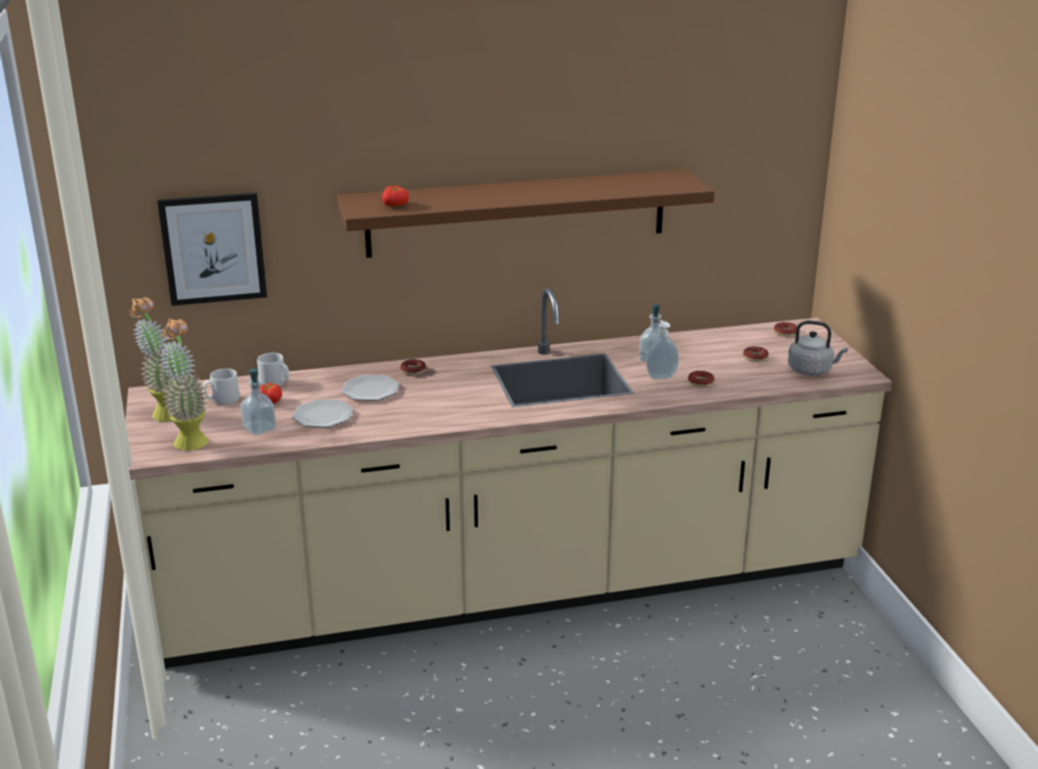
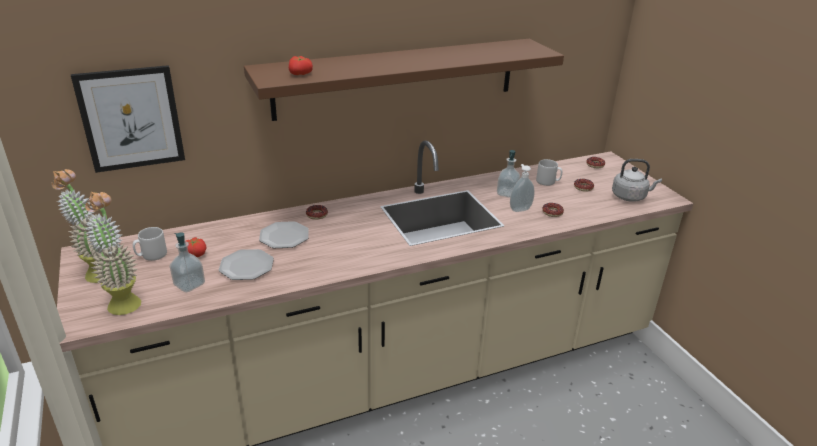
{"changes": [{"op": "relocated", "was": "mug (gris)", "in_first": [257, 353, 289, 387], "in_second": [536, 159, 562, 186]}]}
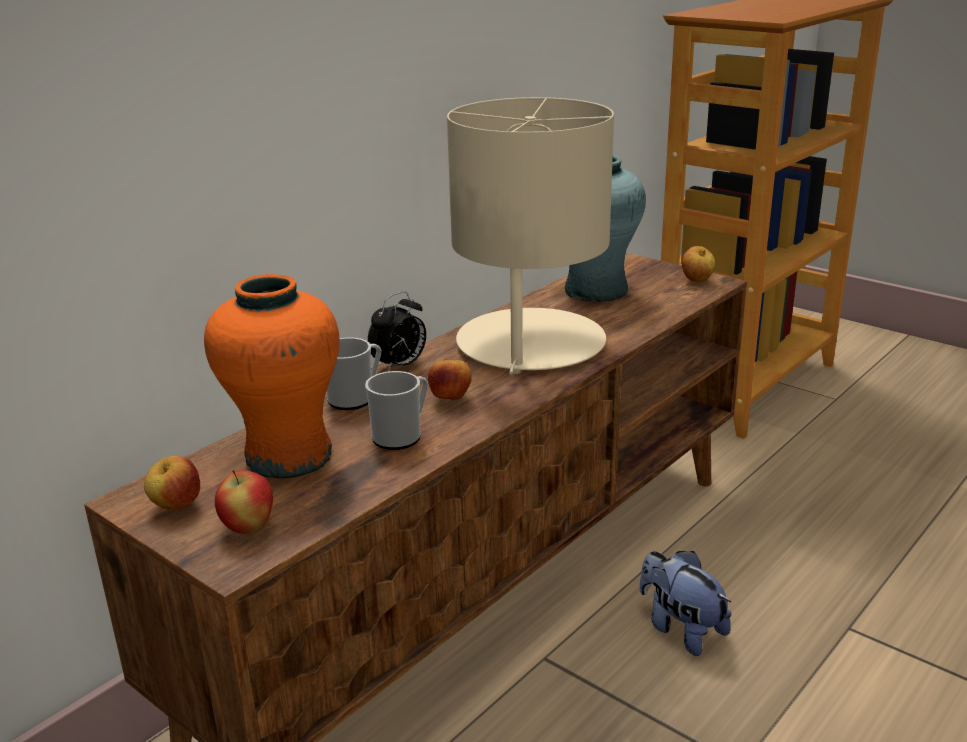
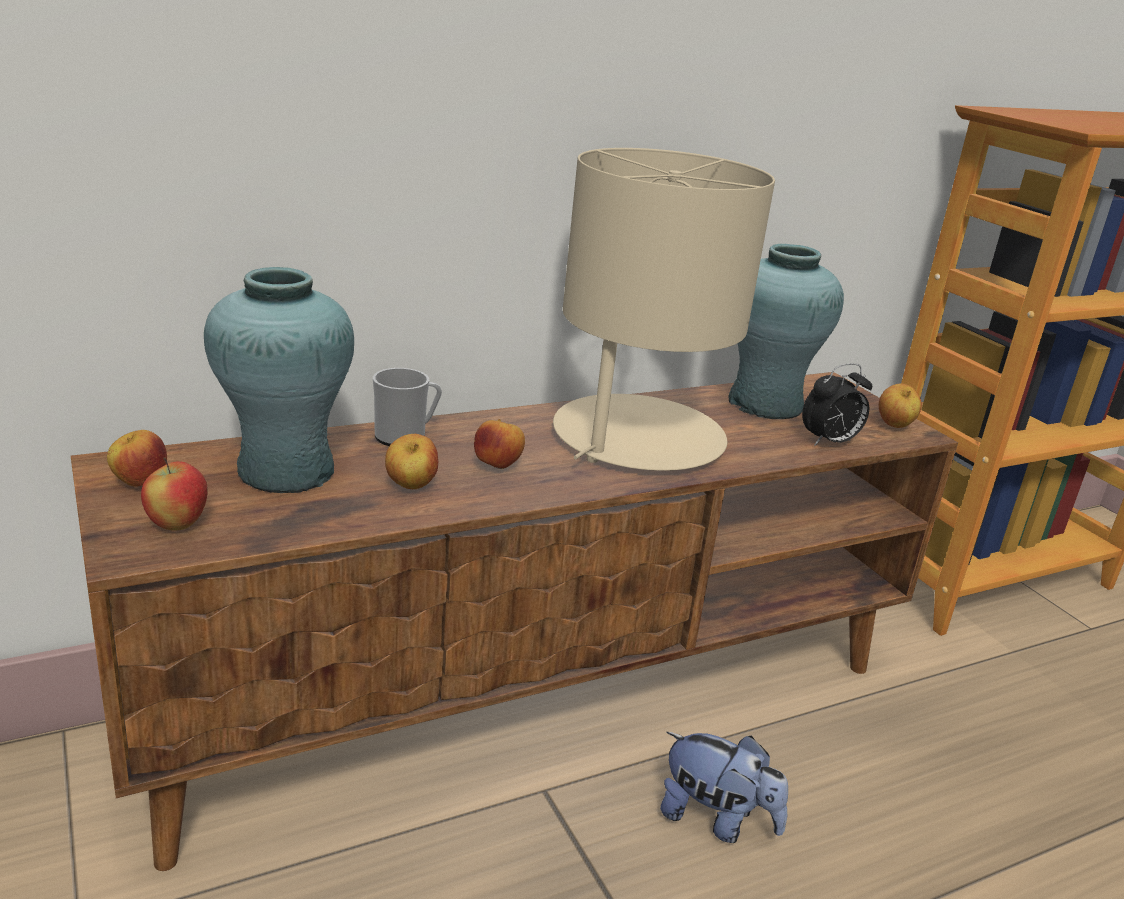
{"changes": [{"op": "colour", "was": "vase (orange)", "now": "vase (turquoise)", "in_first": [204, 274, 340, 478], "in_second": [204, 267, 354, 493]}, {"op": "exchanged", "was": "mug", "now": "pomme", "in_first": [365, 371, 428, 450], "in_second": [385, 434, 438, 489]}, {"op": "relocated", "was": "réveil", "in_first": [368, 291, 426, 372], "in_second": [802, 363, 872, 446]}, {"op": "spun", "was": "peluche", "in_first": [640, 551, 731, 656], "in_second": [660, 732, 788, 843], "clockwise": 135}]}
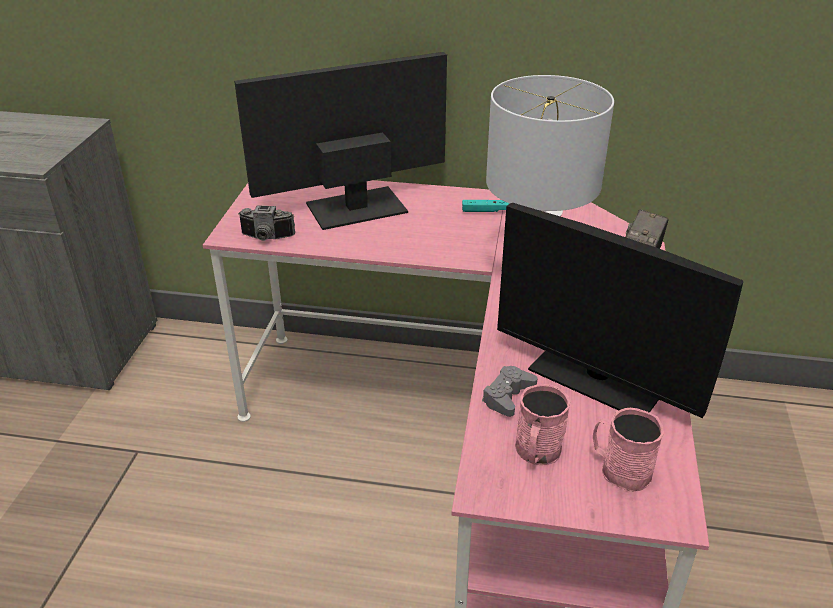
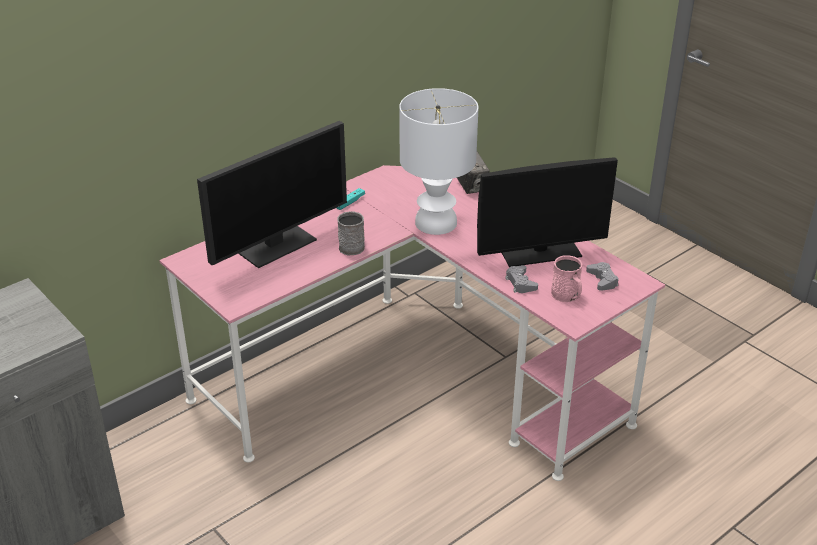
{"changes": [{"op": "spun", "was": "écran d'ordinateur", "in_first": [234, 52, 447, 230], "in_second": [197, 121, 347, 268], "clockwise": -150}, {"op": "missing", "was": "appareil photo", "in_first": [238, 205, 295, 241]}, {"op": "exchanged", "was": "mug (rose)", "now": "manette (gris)", "in_first": [593, 408, 664, 492], "in_second": [586, 262, 619, 291]}, {"op": "appeared", "now": "mug (gris)", "in_second": [337, 211, 365, 255]}]}
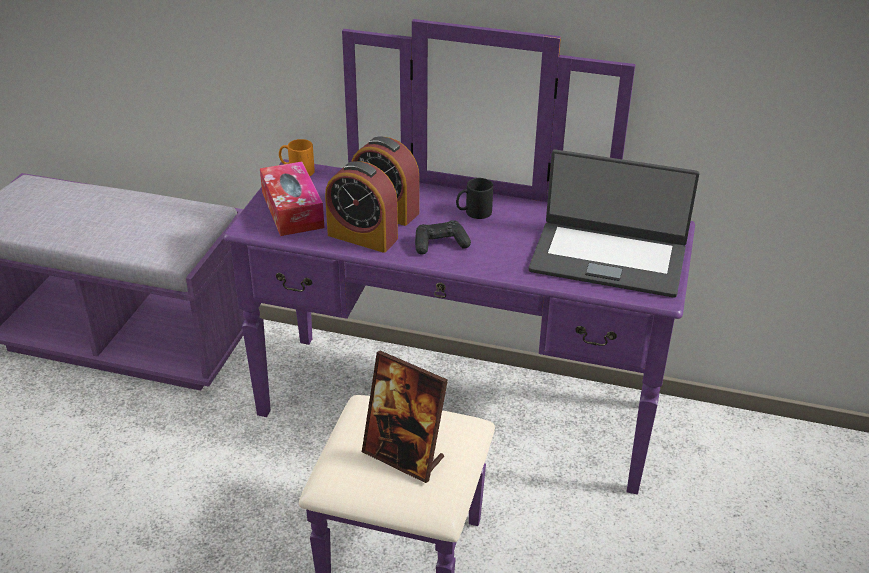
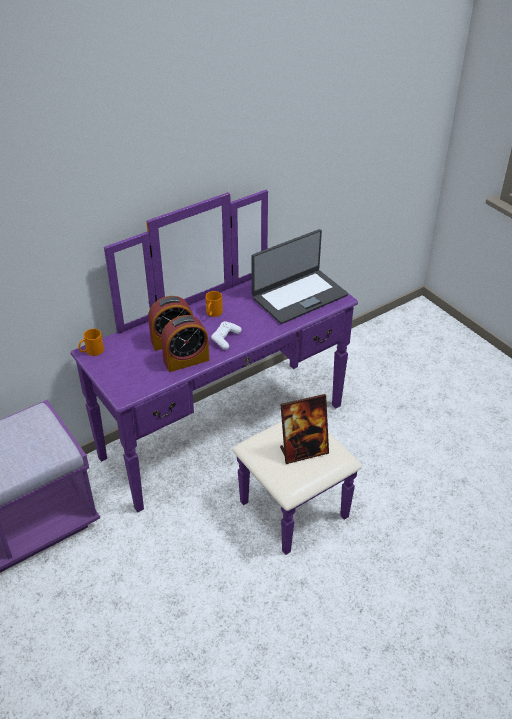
{"changes": [{"op": "missing", "was": "boîte à mouchoirs", "in_first": [260, 162, 324, 236]}, {"op": "colour", "was": "manette (noir)", "now": "manette (blanc)", "in_first": [415, 220, 471, 255], "in_second": [211, 321, 241, 350]}, {"op": "colour", "was": "mug (noir)", "now": "mug (orange)", "in_first": [456, 178, 493, 219], "in_second": [206, 291, 223, 317]}]}
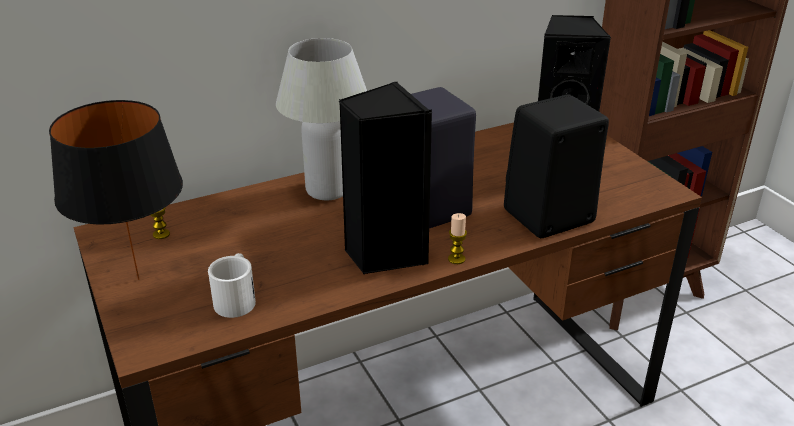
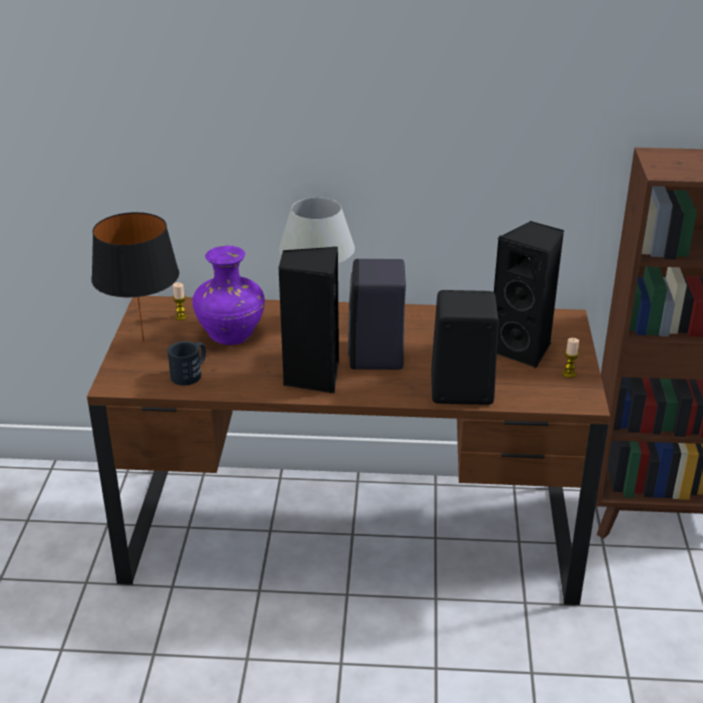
{"changes": [{"op": "colour", "was": "mug (blanc)", "now": "mug (noir)", "in_first": [208, 253, 256, 318], "in_second": [168, 341, 206, 386]}, {"op": "relocated", "was": "bougie", "in_first": [448, 213, 467, 264], "in_second": [562, 338, 579, 378]}, {"op": "appeared", "now": "vase (violet)", "in_second": [192, 245, 265, 345]}]}
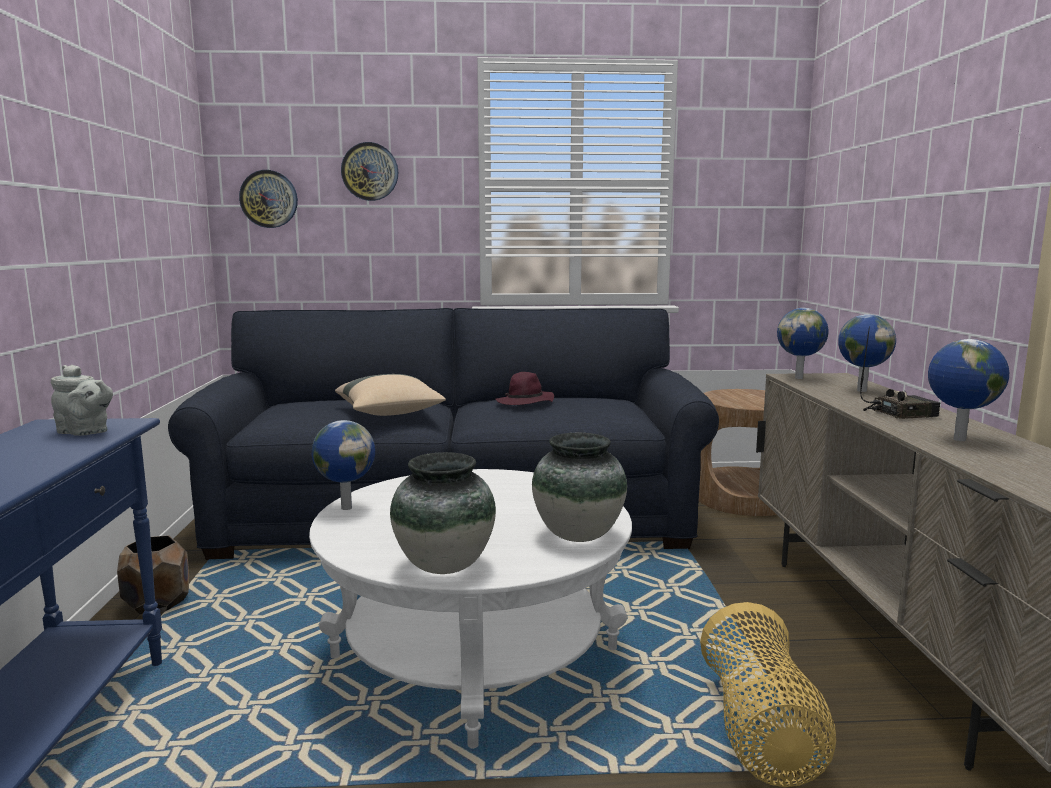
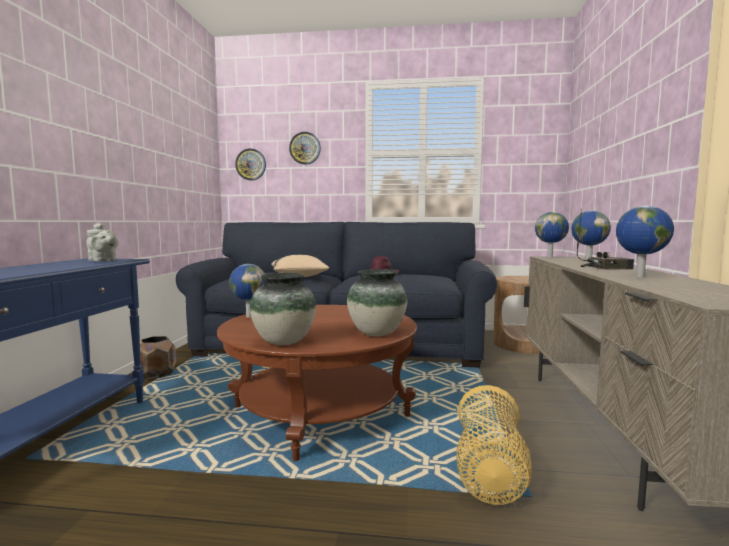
{"changes": [{"op": "colour", "was": "table basse (blanc)", "now": "table basse (marron)", "in_first": [309, 469, 632, 749], "in_second": [217, 305, 417, 461]}]}
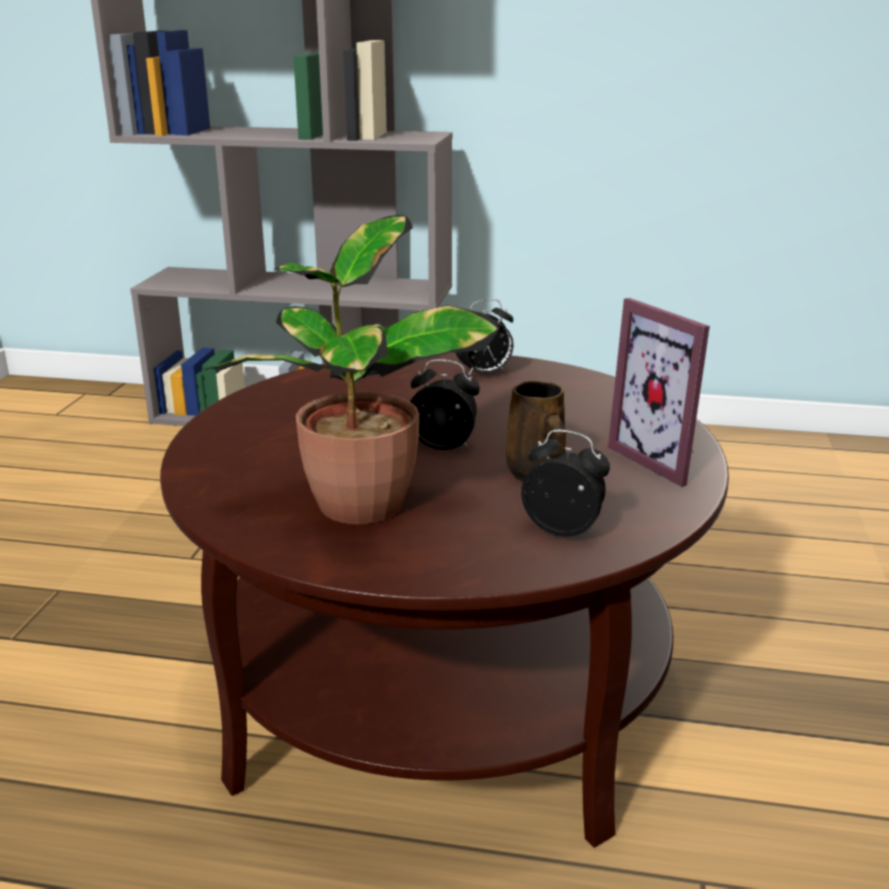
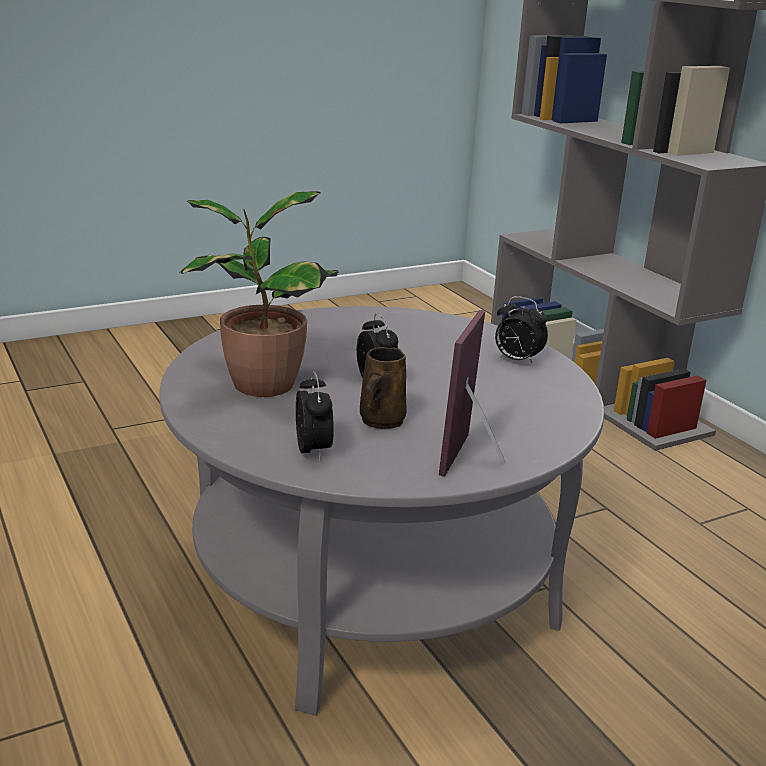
{"changes": [{"op": "colour", "was": "table basse (marron)", "now": "table basse (gris)", "in_first": [160, 352, 729, 848], "in_second": [159, 306, 605, 716]}]}
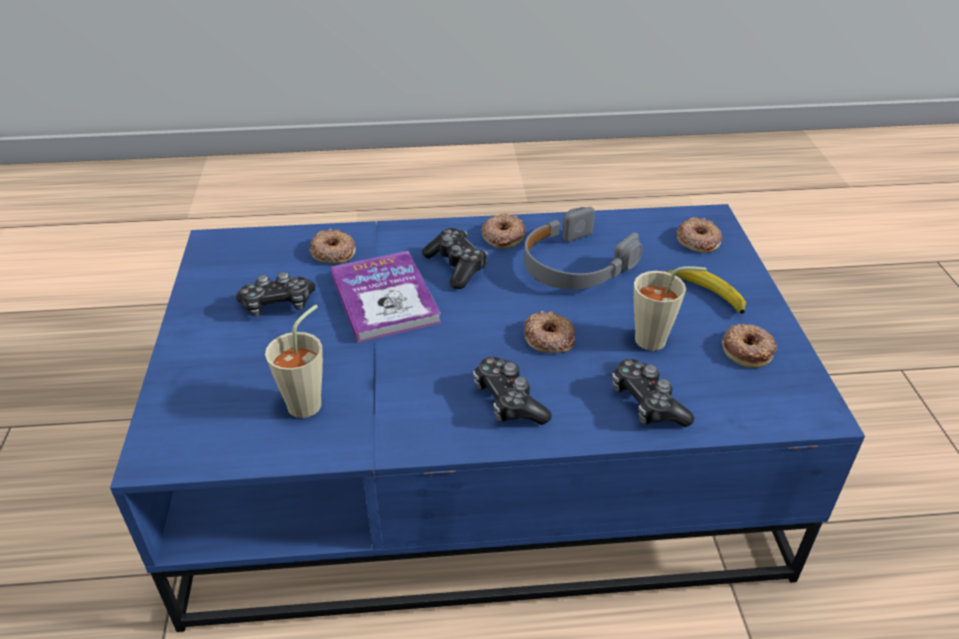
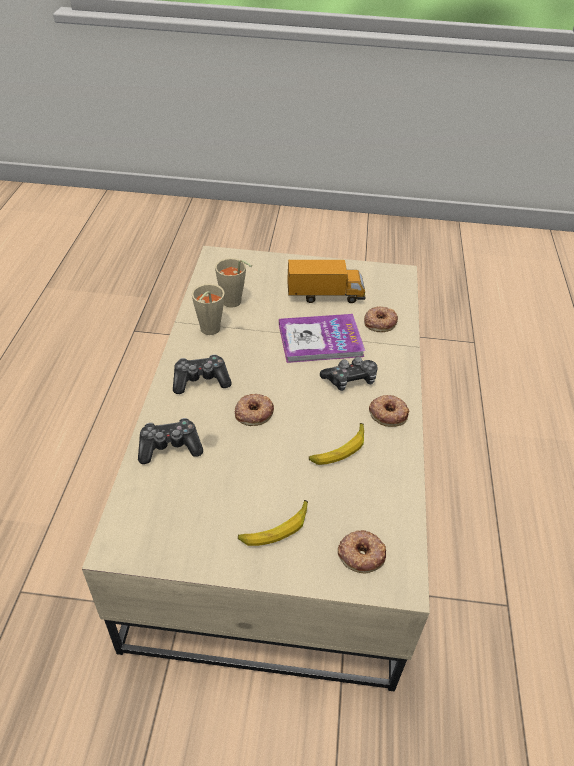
{"changes": [{"op": "colour", "was": "table basse (bleu)", "now": "table basse (beige)", "in_first": [110, 204, 865, 632], "in_second": [82, 246, 430, 691]}, {"op": "exchanged", "was": "manette", "now": "camion jouet", "in_first": [236, 272, 315, 317], "in_second": [287, 260, 366, 303]}, {"op": "exchanged", "was": "casque audio (gris)", "now": "banane", "in_first": [524, 207, 643, 290], "in_second": [309, 423, 364, 465]}, {"op": "relocated", "was": "tasse (beige)", "in_first": [634, 266, 707, 351], "in_second": [192, 284, 225, 335]}, {"op": "missing", "was": "beignet", "in_first": [722, 324, 777, 368]}]}
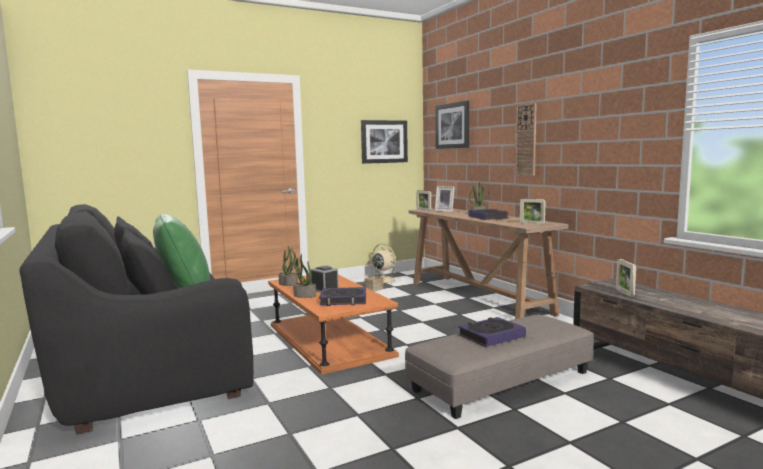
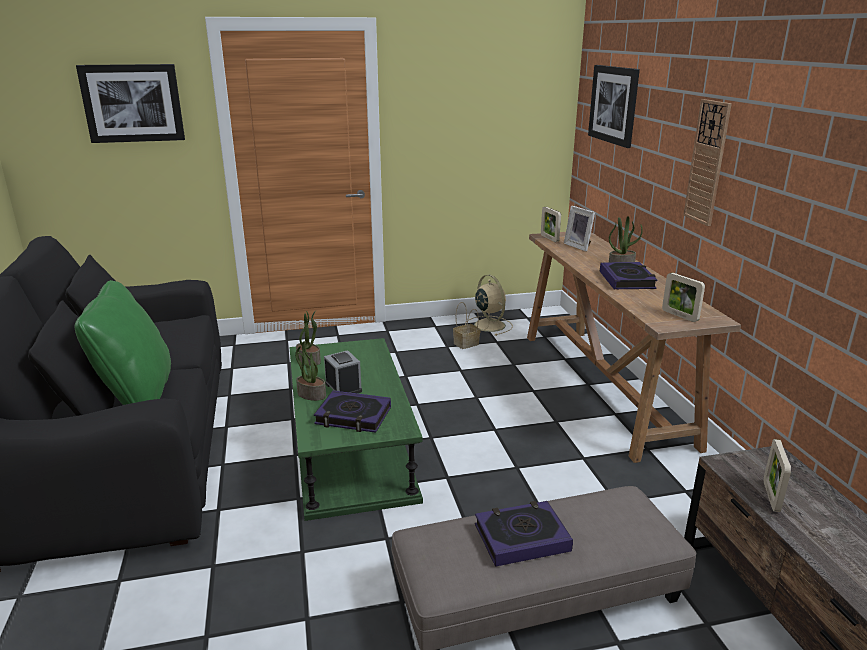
{"changes": [{"op": "colour", "was": "table basse (orange)", "now": "table basse (vert)", "in_first": [268, 275, 399, 375], "in_second": [290, 338, 423, 521]}, {"op": "relocated", "was": "tableau", "in_first": [361, 120, 408, 164], "in_second": [76, 64, 185, 143]}]}
